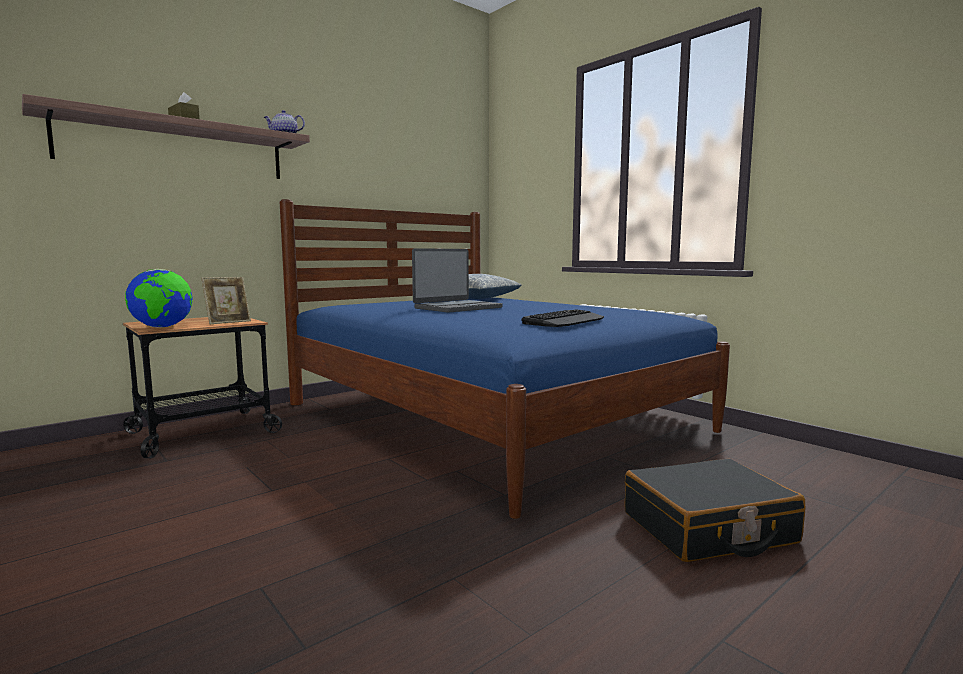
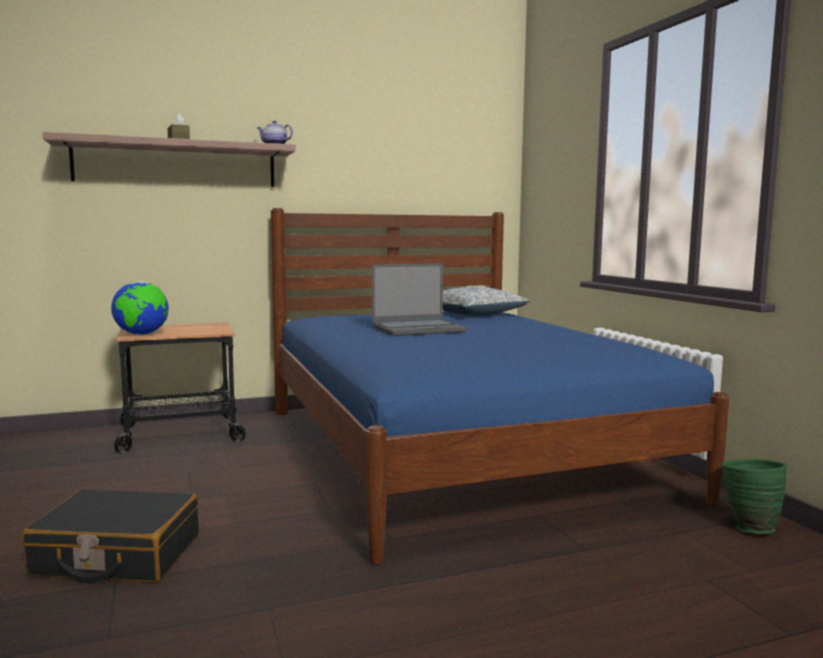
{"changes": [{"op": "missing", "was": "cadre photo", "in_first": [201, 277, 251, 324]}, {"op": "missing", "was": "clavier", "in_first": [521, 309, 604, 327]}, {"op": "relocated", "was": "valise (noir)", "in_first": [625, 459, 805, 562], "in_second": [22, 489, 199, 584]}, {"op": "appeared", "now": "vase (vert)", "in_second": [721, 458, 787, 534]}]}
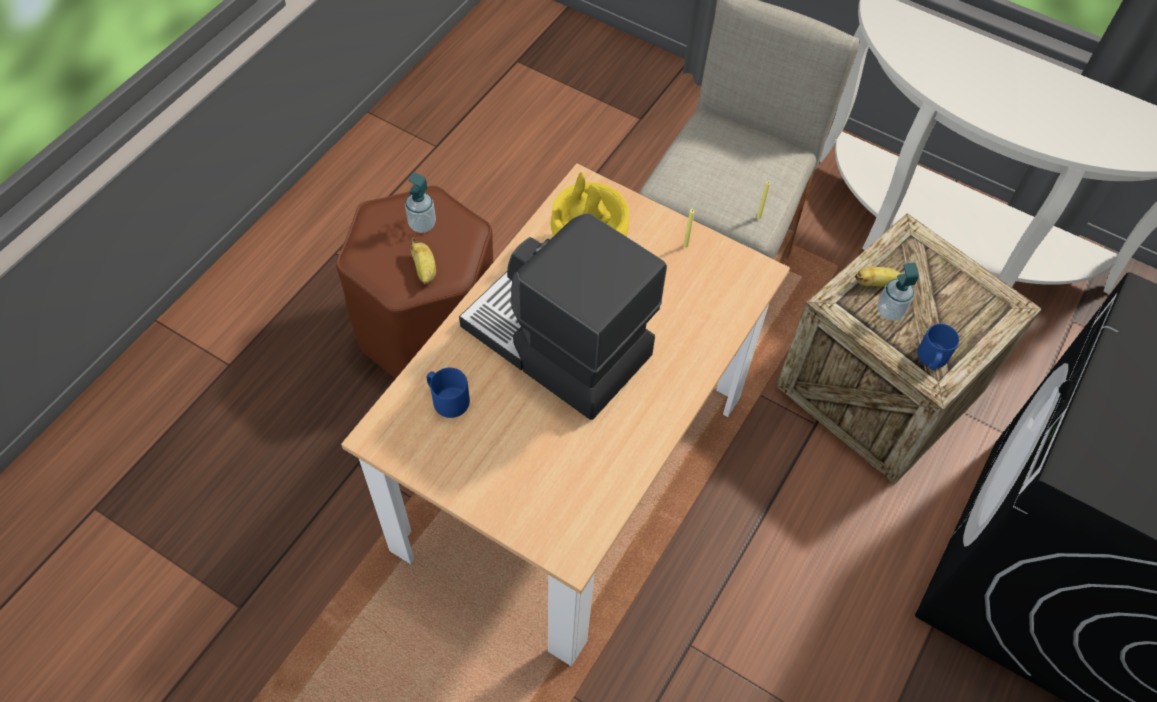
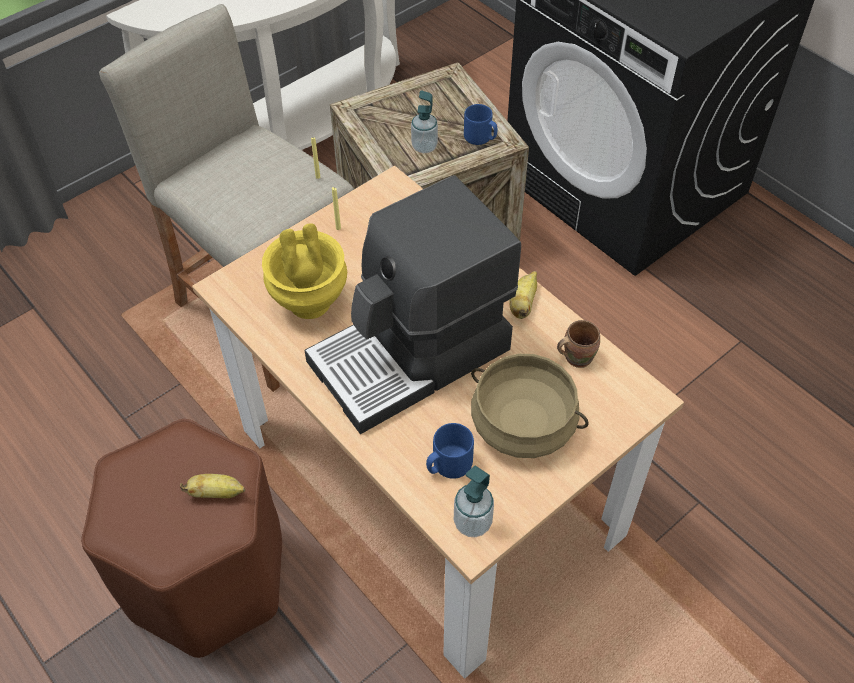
{"changes": [{"op": "relocated", "was": "distributeur de savon", "in_first": [405, 172, 436, 233], "in_second": [454, 466, 494, 537]}, {"op": "relocated", "was": "banane", "in_first": [855, 267, 901, 287], "in_second": [509, 271, 537, 319]}, {"op": "appeared", "now": "marmite (beige)", "in_second": [471, 354, 588, 458]}, {"op": "appeared", "now": "mug (marron)", "in_second": [557, 320, 600, 368]}]}
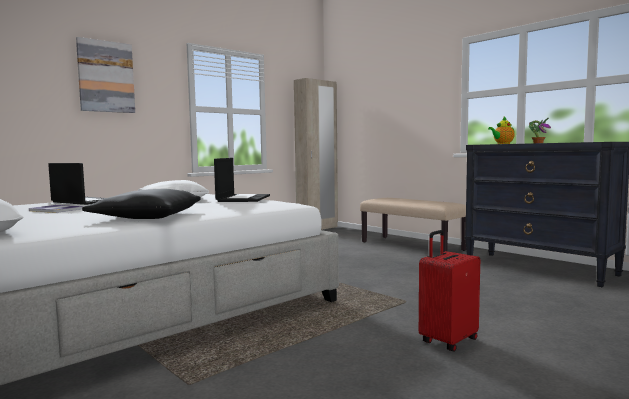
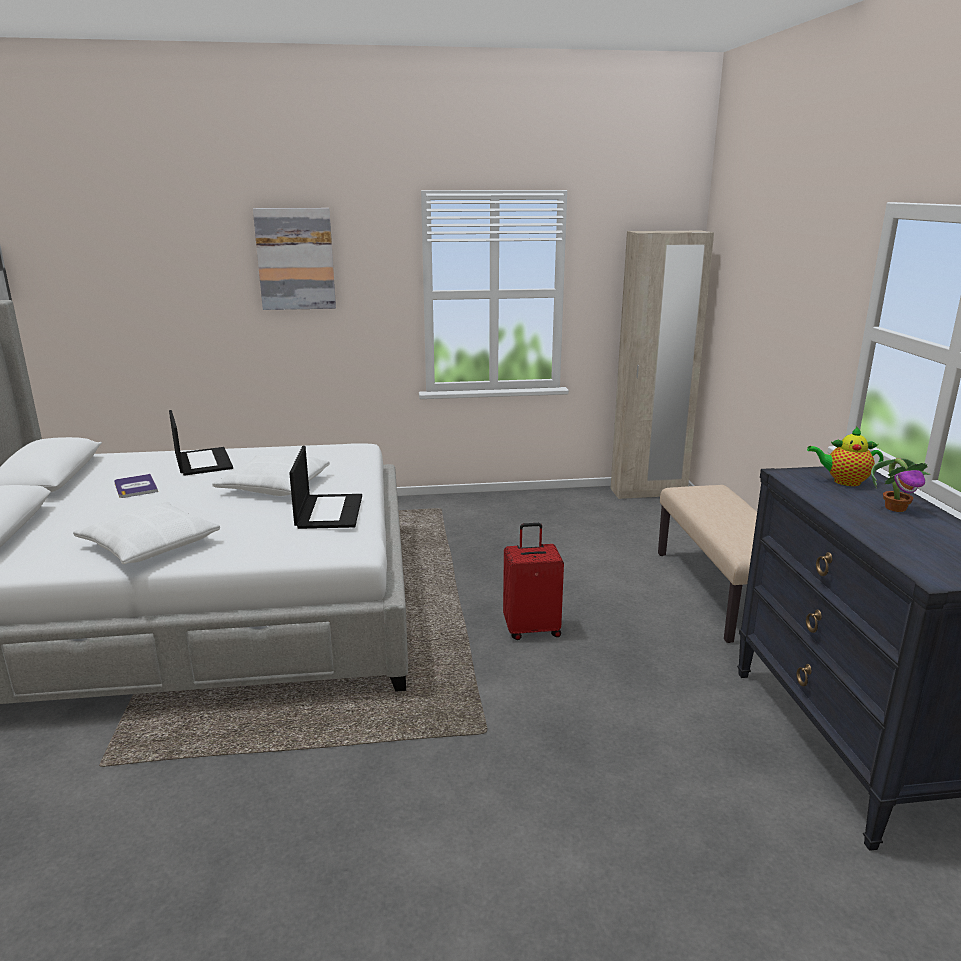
{"changes": [{"op": "colour", "was": "coussin (noir)", "now": "coussin (blanc)", "in_first": [82, 189, 201, 219], "in_second": [73, 502, 220, 564]}, {"op": "spun", "was": "ordinateur portable", "in_first": [214, 158, 270, 202], "in_second": [289, 446, 362, 529], "clockwise": -45}, {"op": "relocated", "was": "valise (rouge)", "in_first": [419, 230, 480, 351], "in_second": [503, 523, 564, 640]}]}
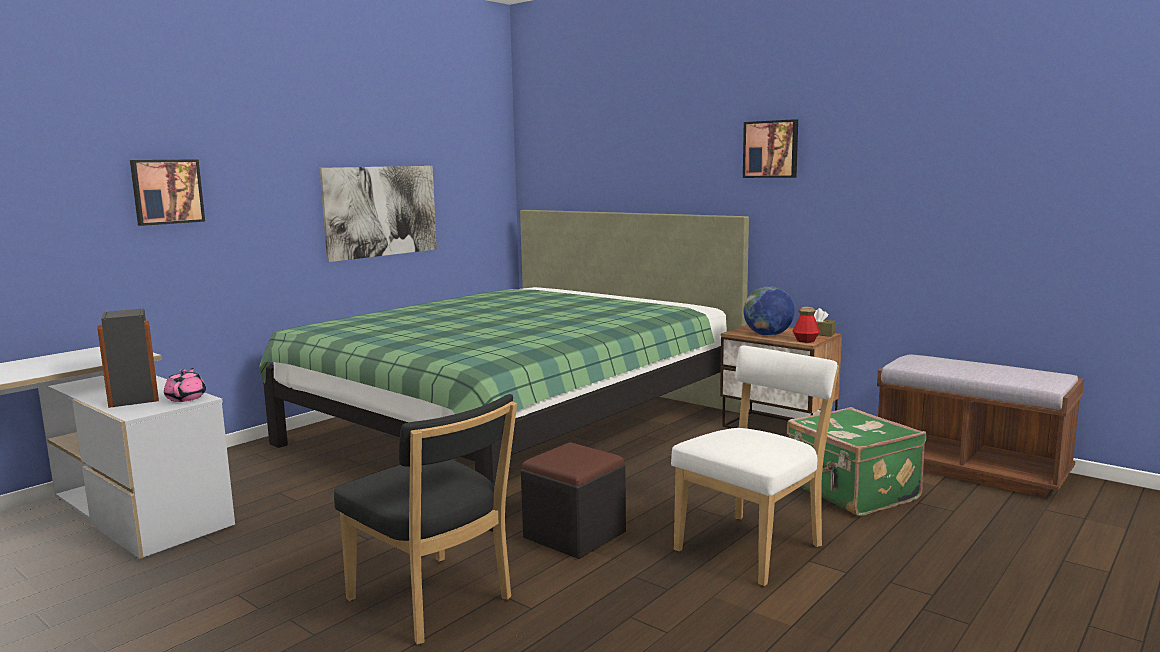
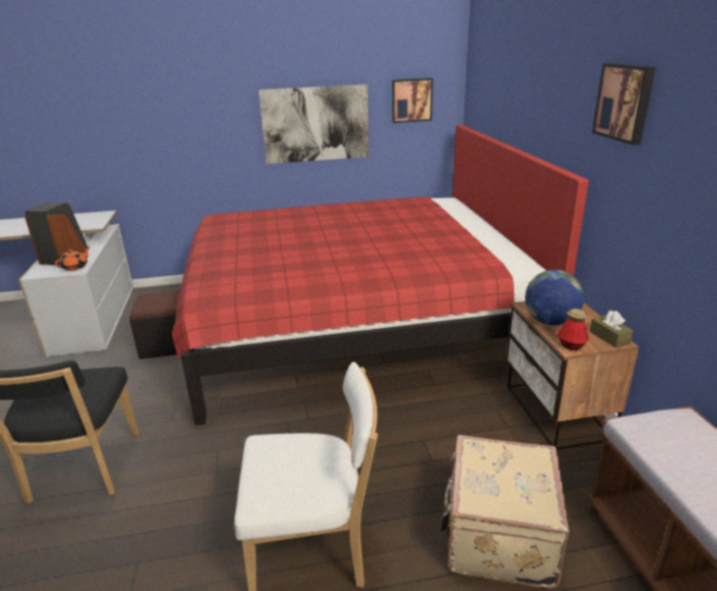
{"changes": [{"op": "relocated", "was": "tableau", "in_first": [130, 159, 205, 226], "in_second": [392, 78, 433, 123]}, {"op": "colour", "was": "théière (rose)", "now": "théière (orange)", "in_first": [164, 368, 206, 402], "in_second": [55, 246, 90, 271]}, {"op": "colour", "was": "lit (vert)", "now": "lit (rouge)", "in_first": [259, 210, 749, 532], "in_second": [172, 125, 589, 425]}, {"op": "relocated", "was": "pouf (noir)", "in_first": [521, 442, 626, 559], "in_second": [130, 290, 180, 359]}, {"op": "colour", "was": "valise (vert)", "now": "valise (beige)", "in_first": [787, 407, 926, 516], "in_second": [440, 435, 569, 589]}]}
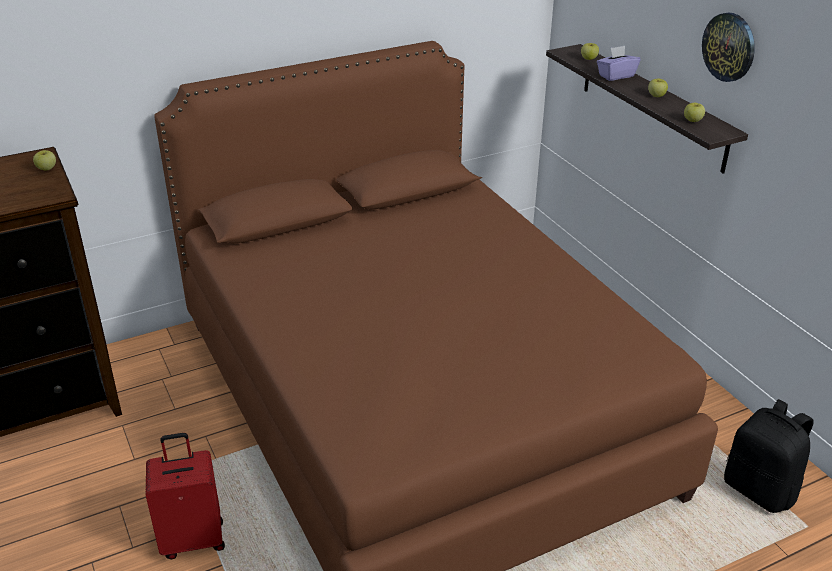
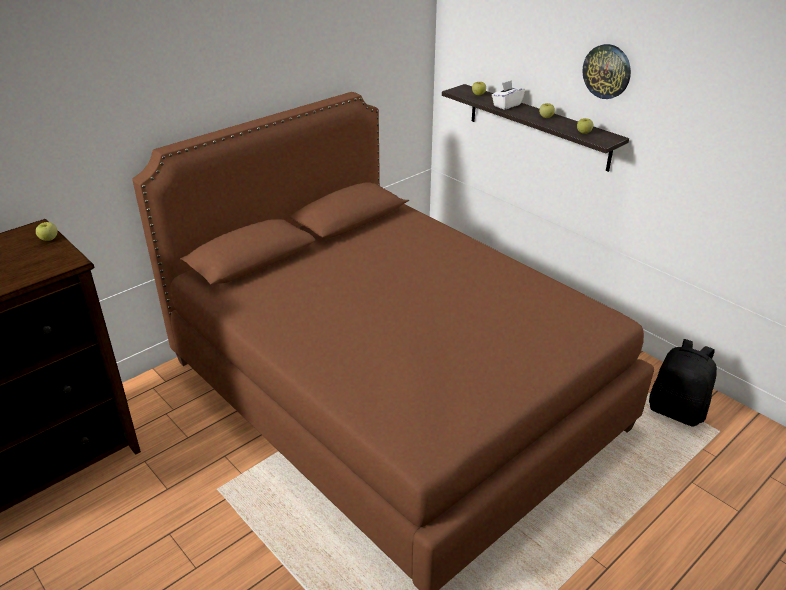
{"changes": [{"op": "missing", "was": "valise (rouge)", "in_first": [146, 433, 225, 559]}, {"op": "colour", "was": "boîte à mouchoirs (violet)", "now": "boîte à mouchoirs (blanc)", "in_first": [597, 46, 641, 81], "in_second": [492, 80, 525, 110]}]}
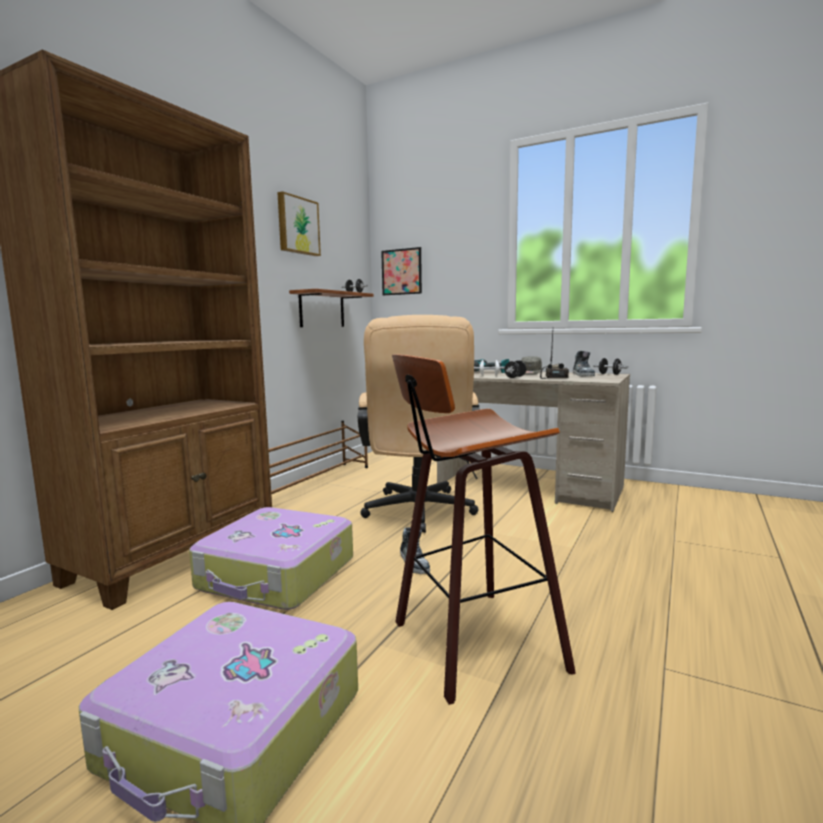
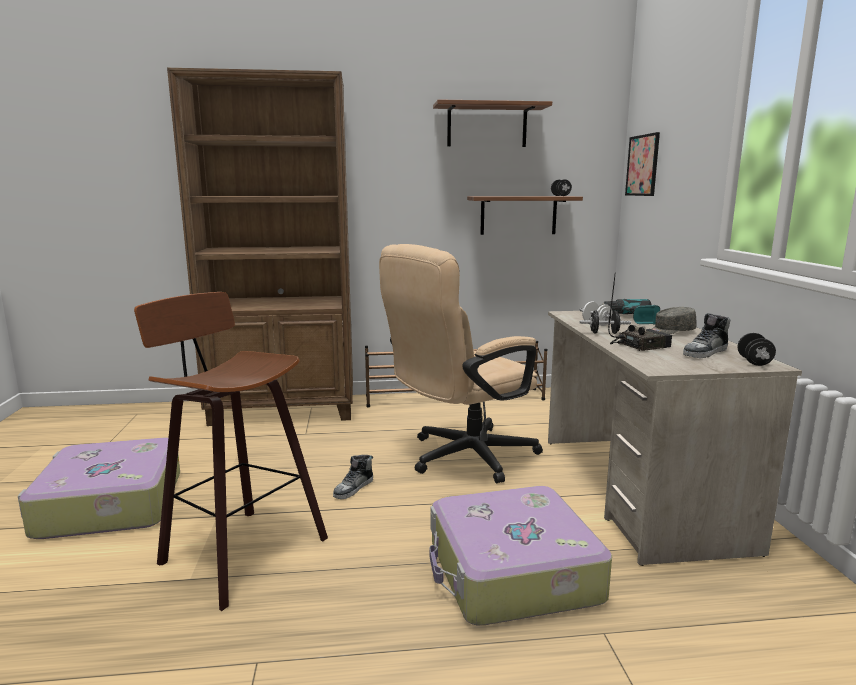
{"changes": [{"op": "relocated", "was": "valise", "in_first": [189, 507, 353, 610], "in_second": [429, 486, 612, 625]}, {"op": "exchanged", "was": "tableau", "now": "étagère", "in_first": [277, 191, 321, 256], "in_second": [433, 99, 552, 147]}]}
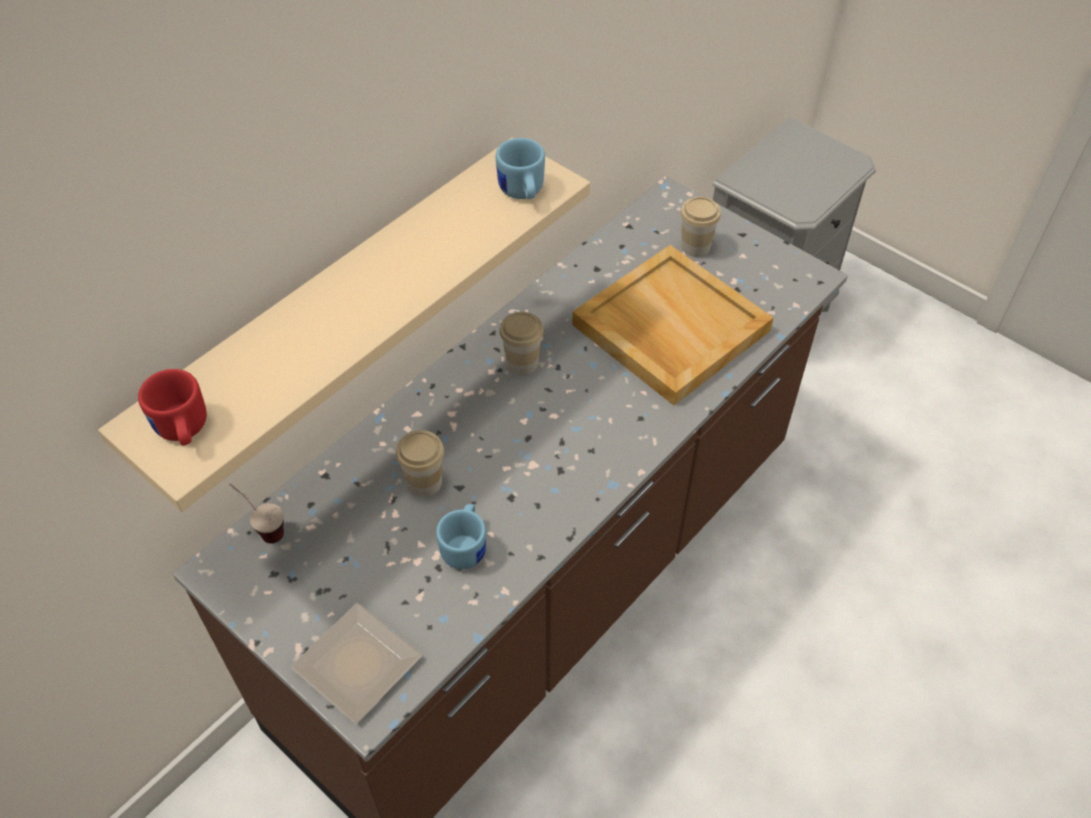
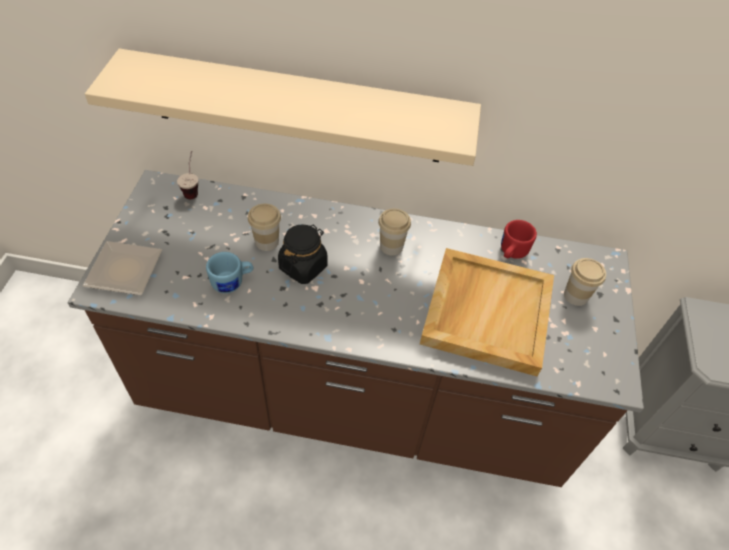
{"changes": [{"op": "relocated", "was": "mug (rouge)", "in_first": [138, 369, 207, 446], "in_second": [501, 220, 537, 259]}, {"op": "missing", "was": "mug (bleu)", "in_first": [496, 138, 545, 199]}, {"op": "appeared", "now": "bocal (noir)", "in_second": [278, 225, 328, 284]}]}
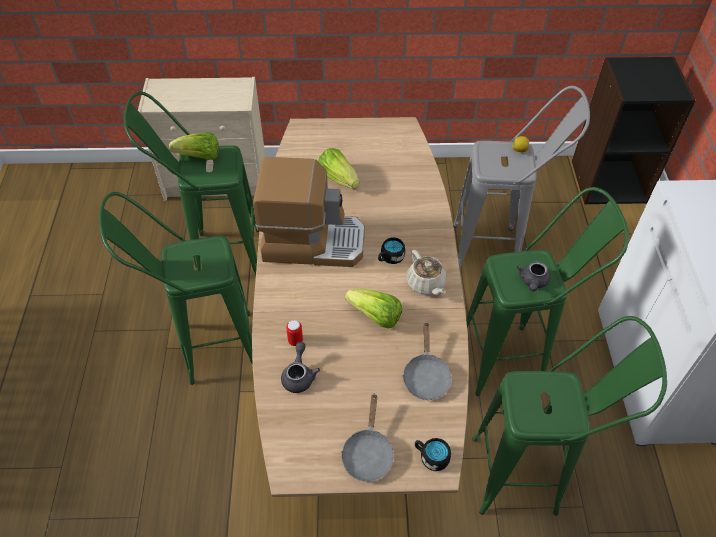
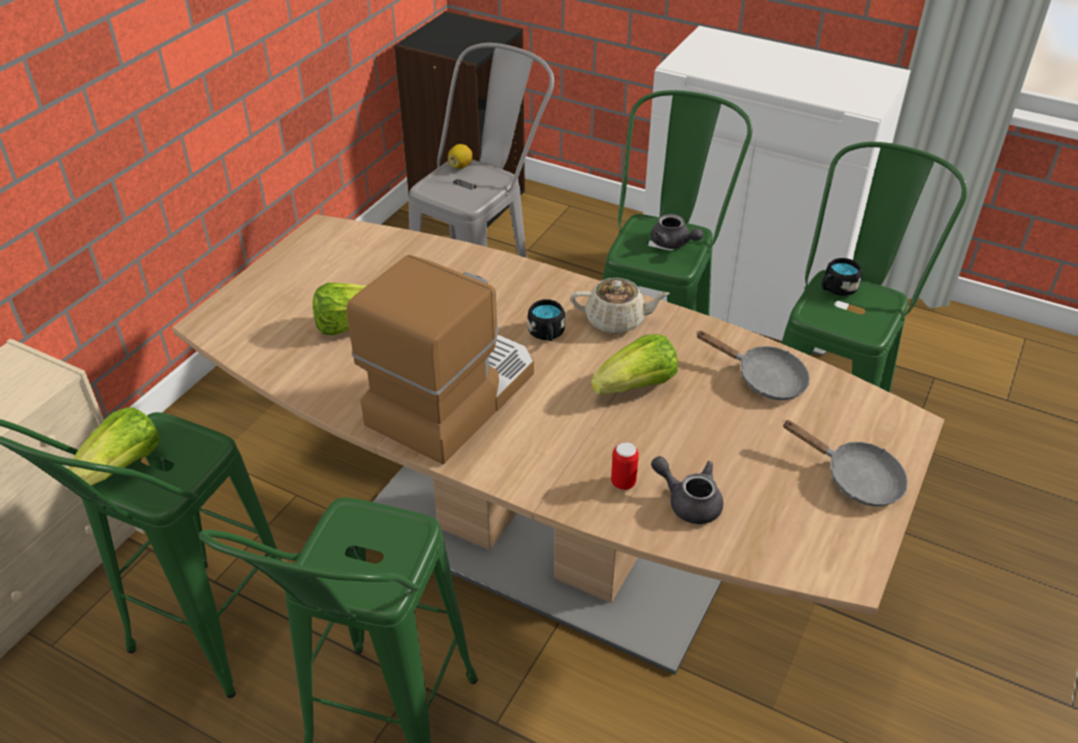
{"changes": [{"op": "relocated", "was": "mug (noir)", "in_first": [415, 438, 451, 471], "in_second": [822, 258, 862, 296]}]}
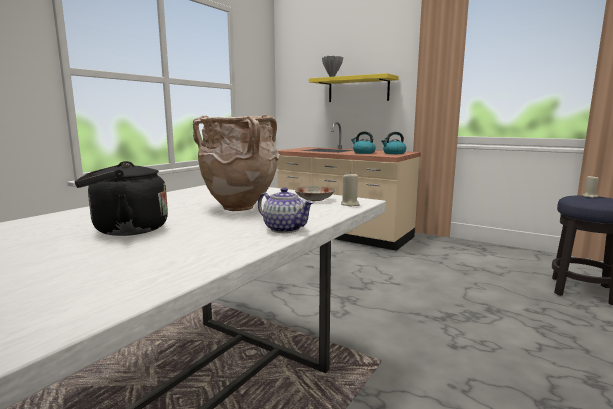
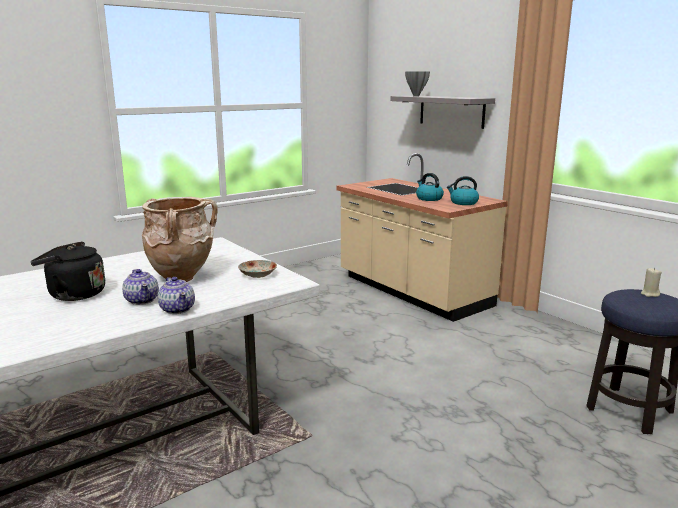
{"changes": [{"op": "colour", "was": "étagère (jaune)", "now": "étagère (gris)", "in_first": [309, 73, 399, 102], "in_second": [390, 96, 495, 129]}, {"op": "missing", "was": "bougie (beige)", "in_first": [341, 173, 360, 207]}, {"op": "appeared", "now": "théière", "in_second": [122, 269, 159, 305]}]}
